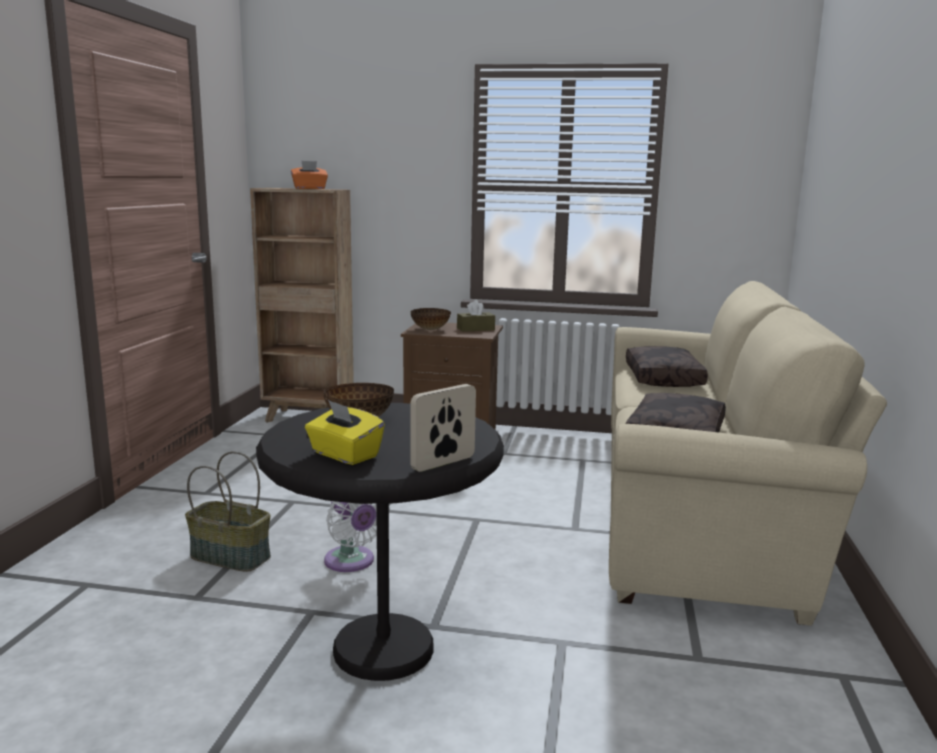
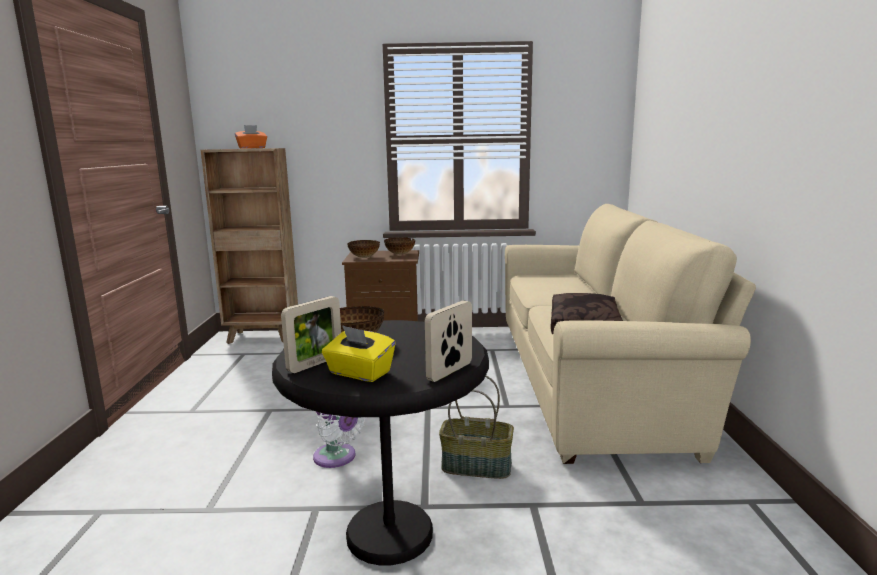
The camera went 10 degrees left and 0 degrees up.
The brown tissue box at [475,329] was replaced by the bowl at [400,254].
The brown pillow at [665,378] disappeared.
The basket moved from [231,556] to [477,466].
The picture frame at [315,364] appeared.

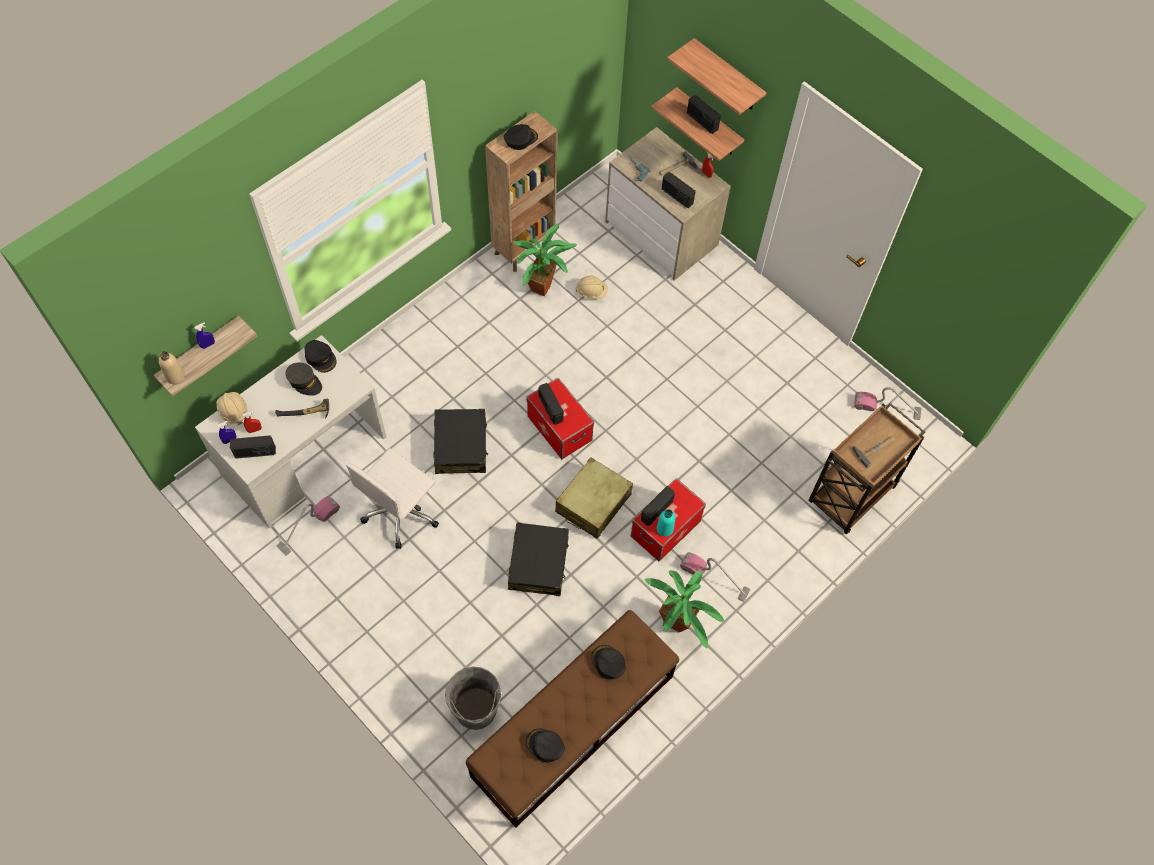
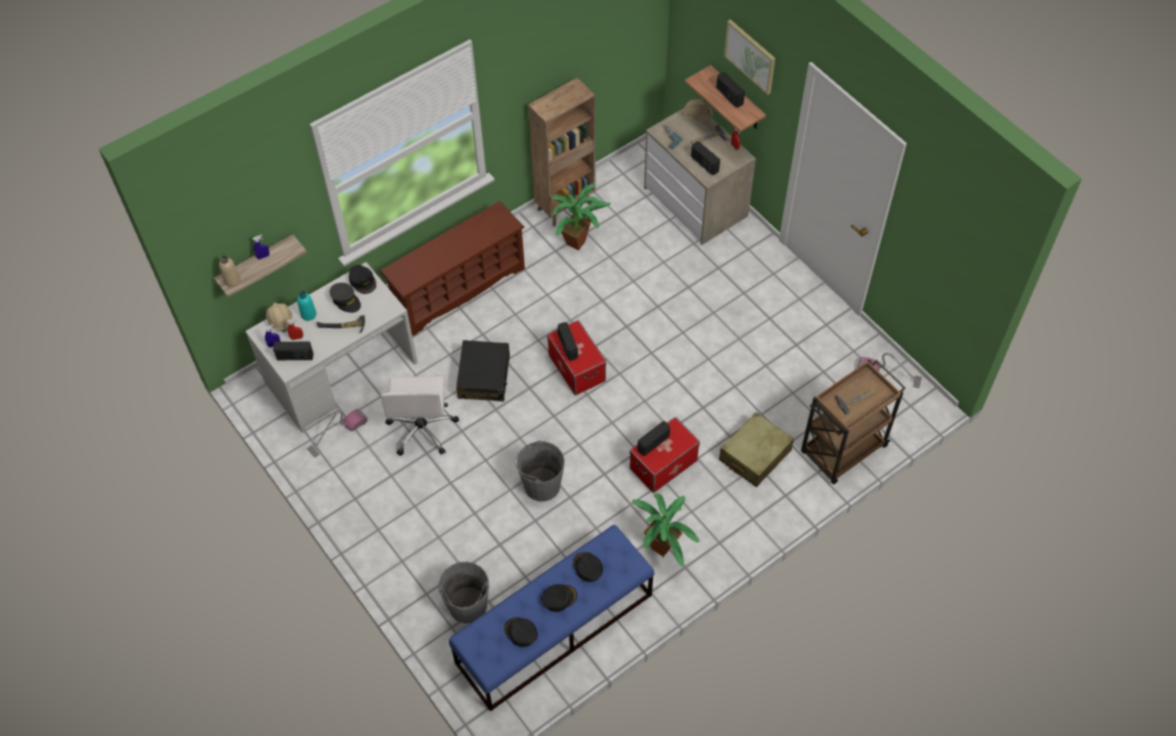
The camera went 10 degrees right and 5 degrees down.
The shelf at [727,76] was replaced by the picture at [750,56].
The black cap moved from [520,139] to [559,598].
The beige hard hat moved from [591,292] to [697,116].
The white office chair at [401,512] turned 45 degrees counterclockwise.
The beige suitcase moved from [593,503] to [754,455].
The turquoise bottle moved from [665,529] to [308,314].
The black suitcase at [538,563] was replaced by the grey bucket at [541,485].
The vacuum cleaner at [714,578] disappeared.
The brown bench at [572,726] became the blue bench at [554,629].
The brown shoe rack at [458,288] appeared.

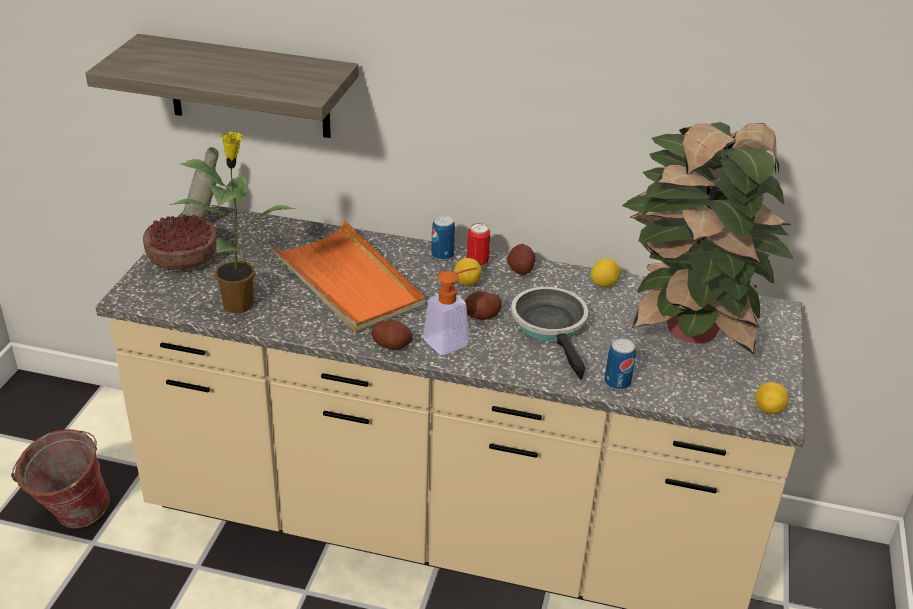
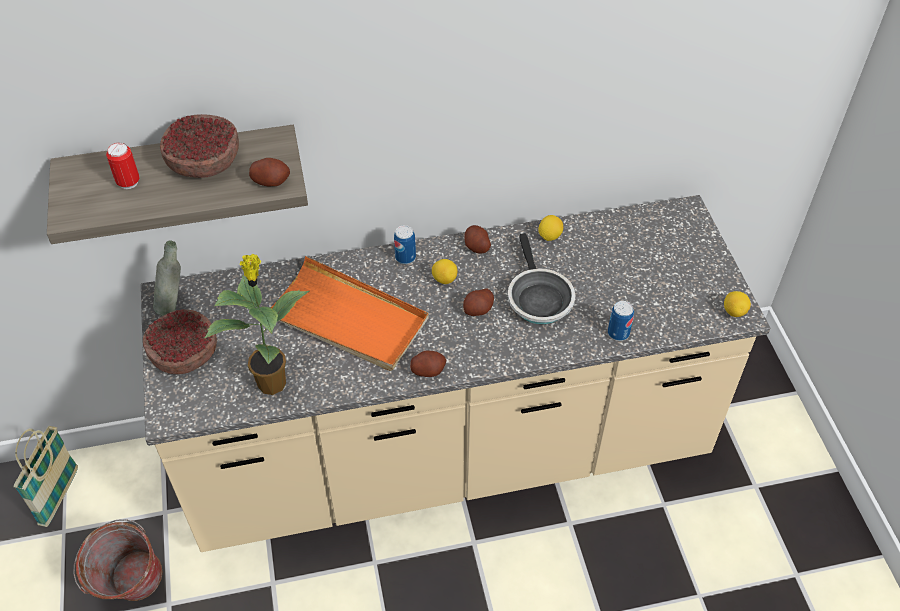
The camera went 25 degrees left and 15 degrees up.
The potted plant at [687,330] disappeared.
The can moved from [477,263] to [128,182].
The soap dispenser at [452,340] disappeared.
The frying pan at [551,327] turned 150 degrees counterclockwise.
The bowl at [204,162] appeared.
The potato at [271,181] appeared.
The basket at [59,496] appeared.

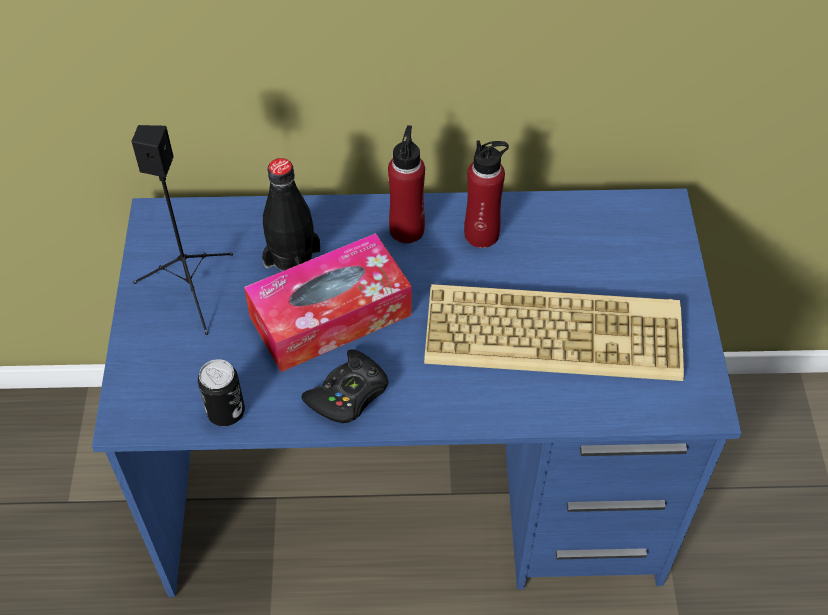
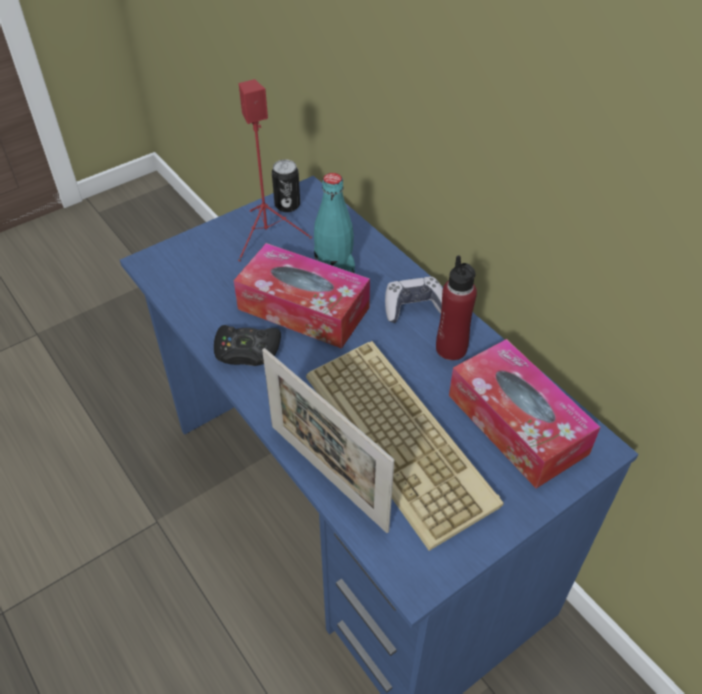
The camera went 55 degrees right and 5 degrees down.
The black speaker at [191,288] became the red speaker at [268,235].
The red bottle at [407,230] was replaced by the game controller at [414,307].
The black bottle at [292,258] became the turquoise bottle at [334,265].
The can moved from [226,412] to [287,205].
The tissue box at [517,424] appeared.
The picture frame at [327,476] appeared.

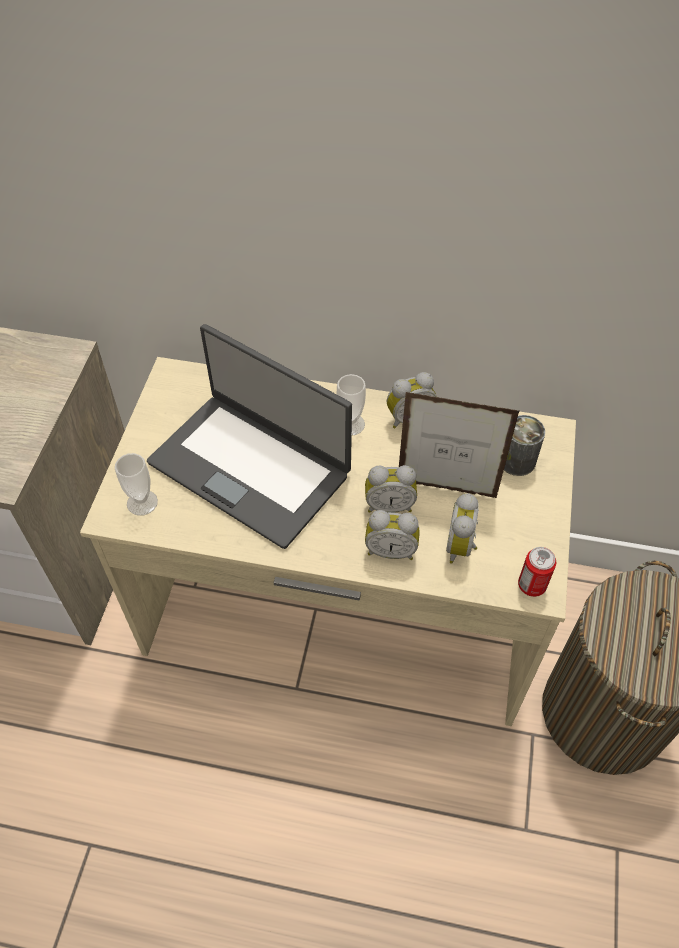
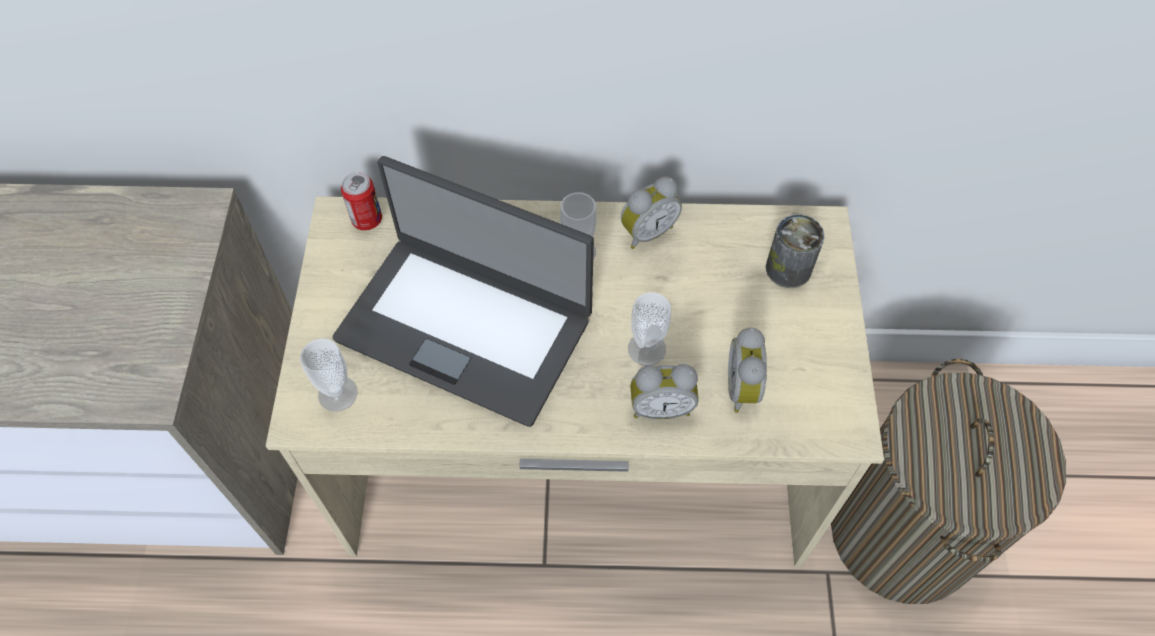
The camera went 10 degrees left and 5 degrees up.
The picture frame at [446,489] disappeared.
The alarm clock at [389,505] was replaced by the cup at [646,349].
The can moved from [531,585] to [367,220].

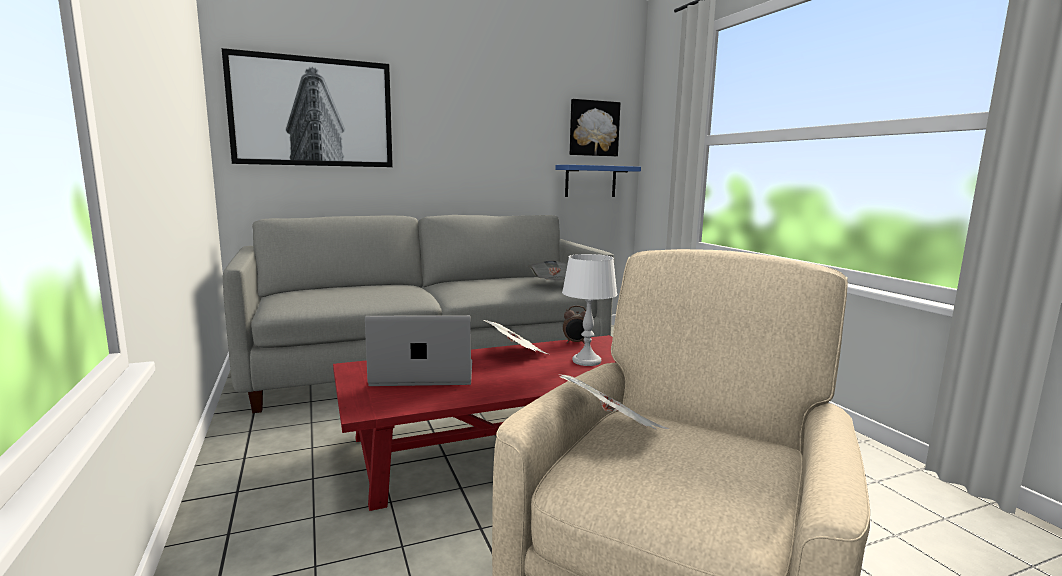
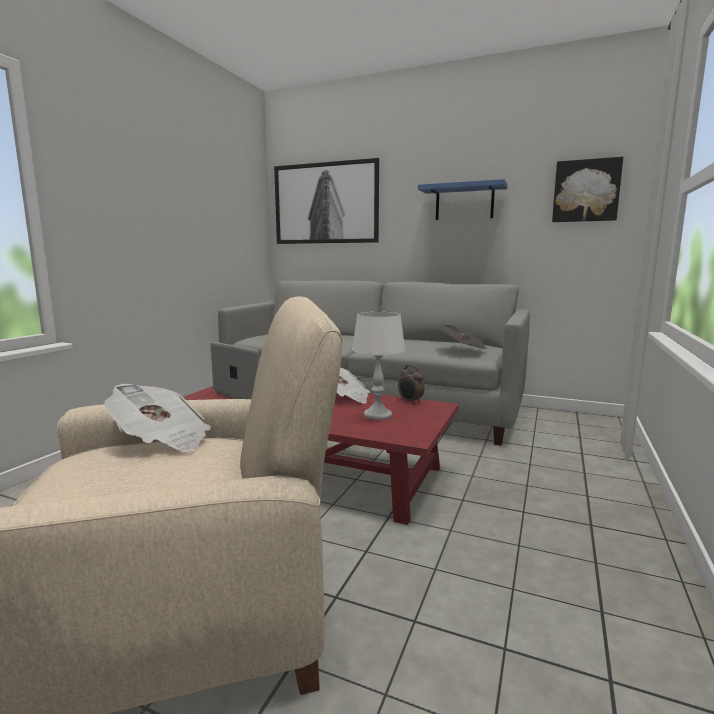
The camera went 45 degrees right and 0 degrees up.
The blue shelf moved from [590,181] to [464,202].

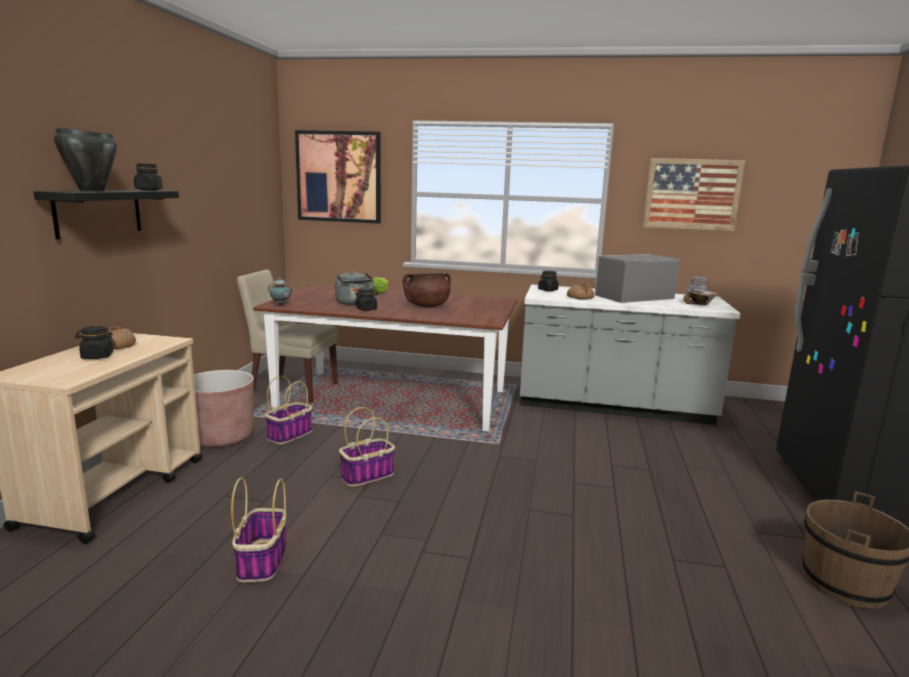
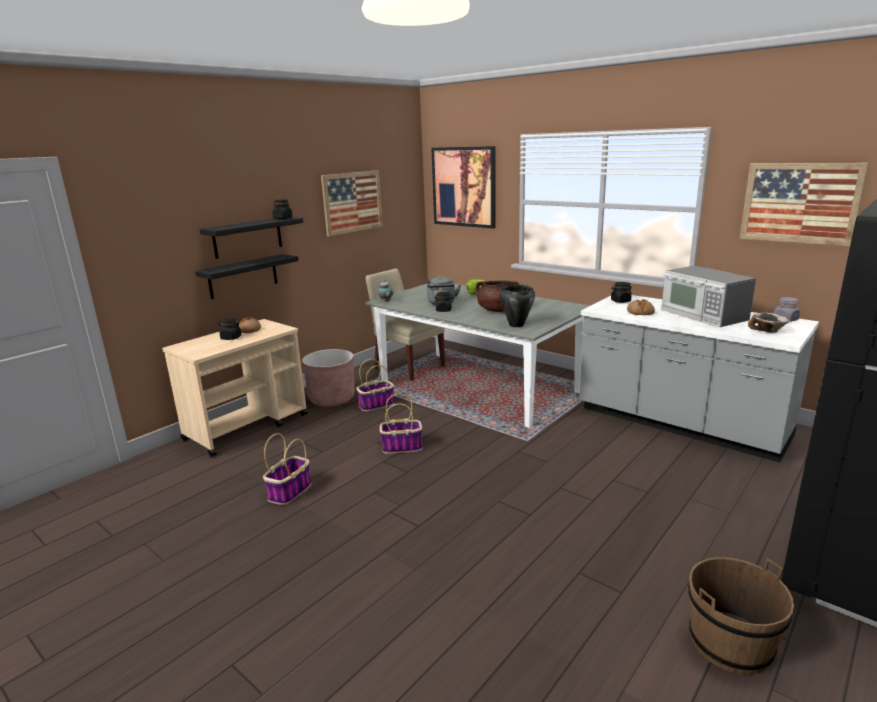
The camera went 30 degrees right and 5 degrees up.
The black cooking pot moved from [91,191] to [516,325].
The microwave at [632,296] turned 120 degrees counterclockwise.
The brown dining table at [392,399] became the grey dining table at [476,386].
The picture at [352,202] appeared.
The black shelf at [243,276] appeared.

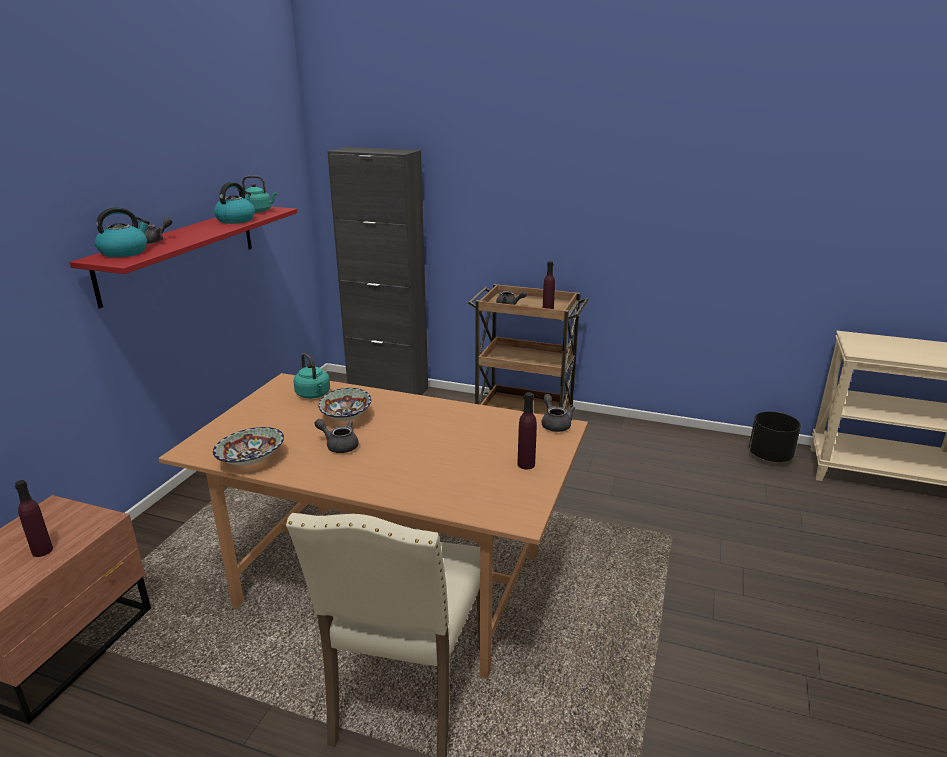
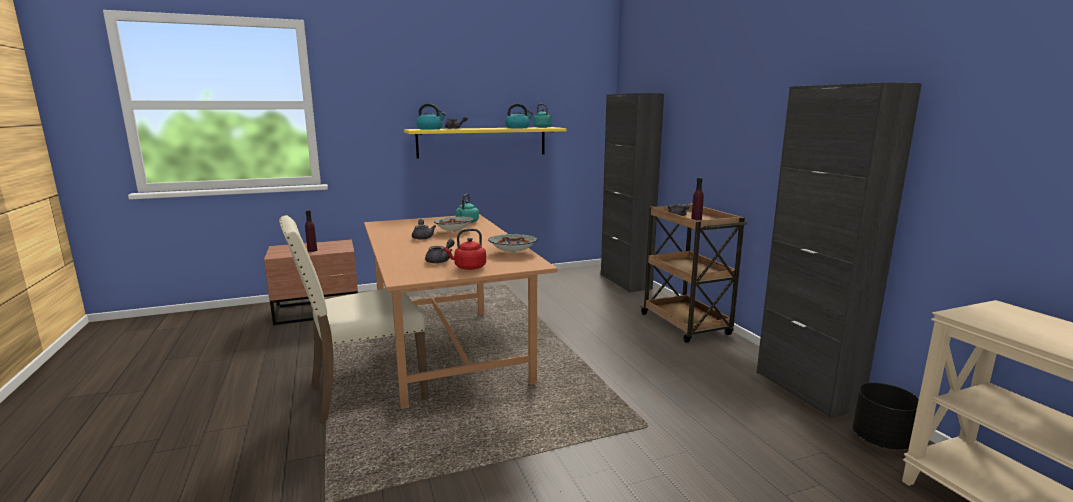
The camera went 50 degrees right and 10 degrees down.
The red shelf at [180,252] became the yellow shelf at [482,142].
The purple bottle at [526,464] was replaced by the red kettle at [468,267].
The grey teapot moved from [555,424] to [440,260].
The bowl moved from [251,460] to [513,252].
The black cabinet at [806,390] appeared.

